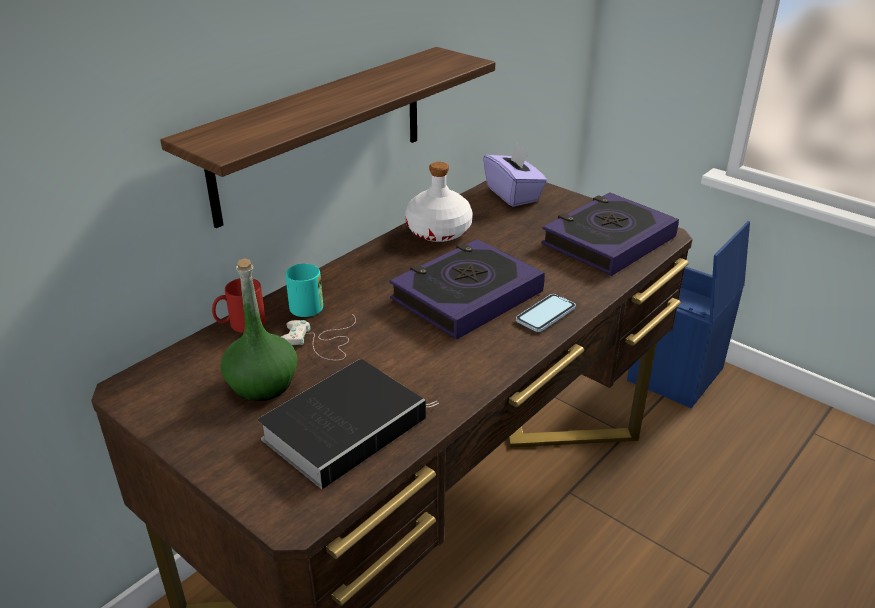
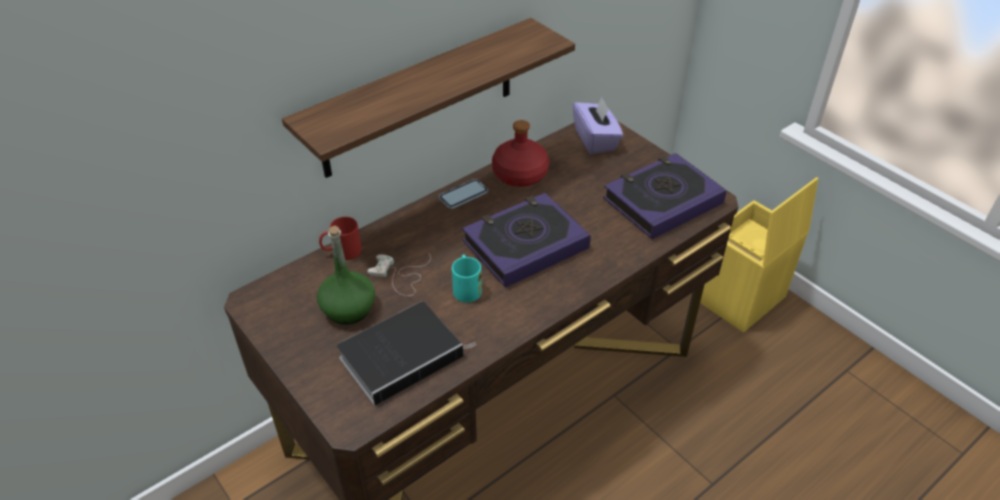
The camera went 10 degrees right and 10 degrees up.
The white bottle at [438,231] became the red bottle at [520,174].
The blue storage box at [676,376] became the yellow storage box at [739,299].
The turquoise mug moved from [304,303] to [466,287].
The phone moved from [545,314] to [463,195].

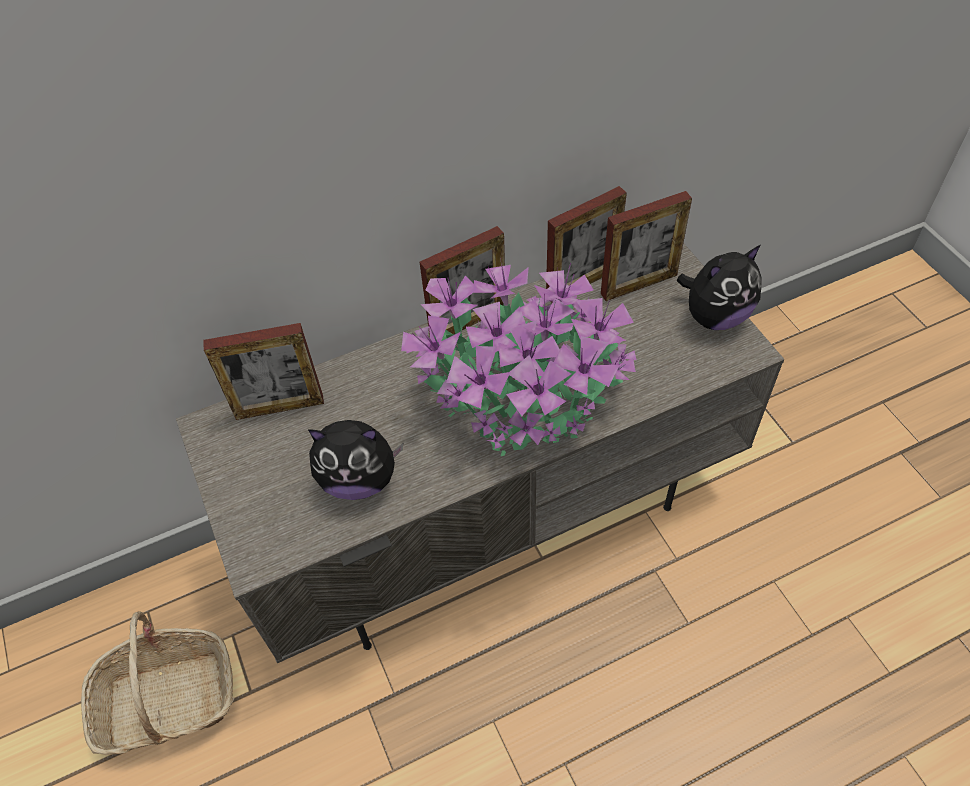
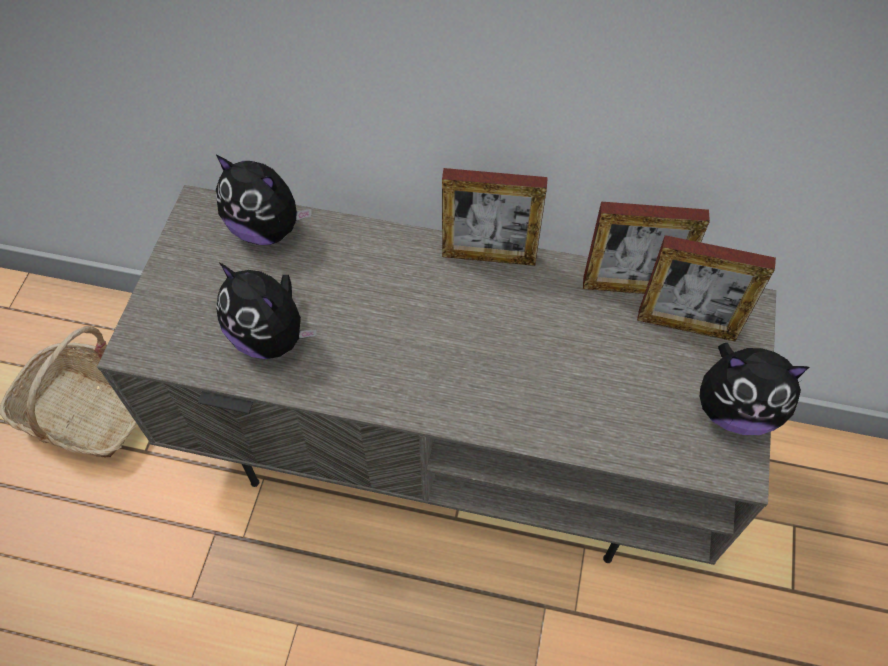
The camera went 35 degrees right and 5 degrees up.
The potted plant at [523,395] disappeared.
The picture frame at [279,407] was replaced by the plush toy at [267,228].

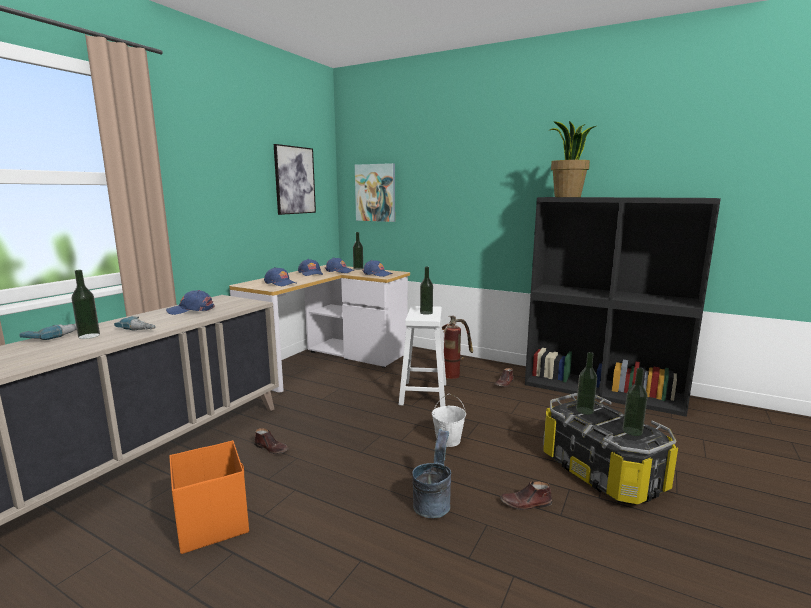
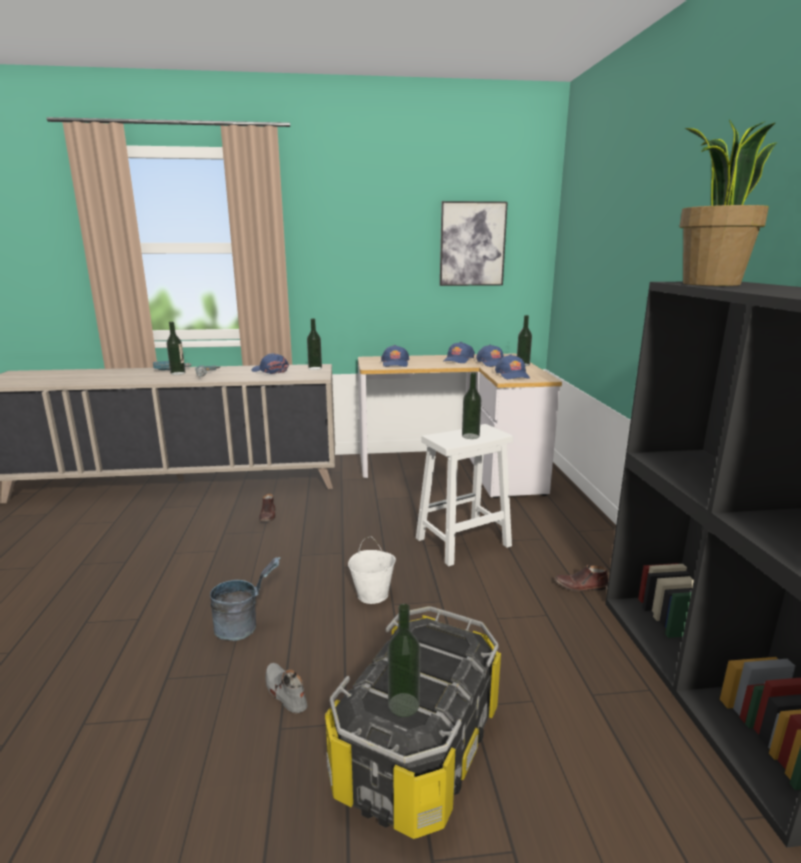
The camera went 55 degrees right and 5 degrees up.
The picture at [375,193] disappeared.
The fire extinguisher at [454,373] disappeared.
The bottle moved from [584,410] to [315,368].
The orange storage box at [212,522] disappeared.
The brown shoe at [526,503] became the grey shoe at [284,692].

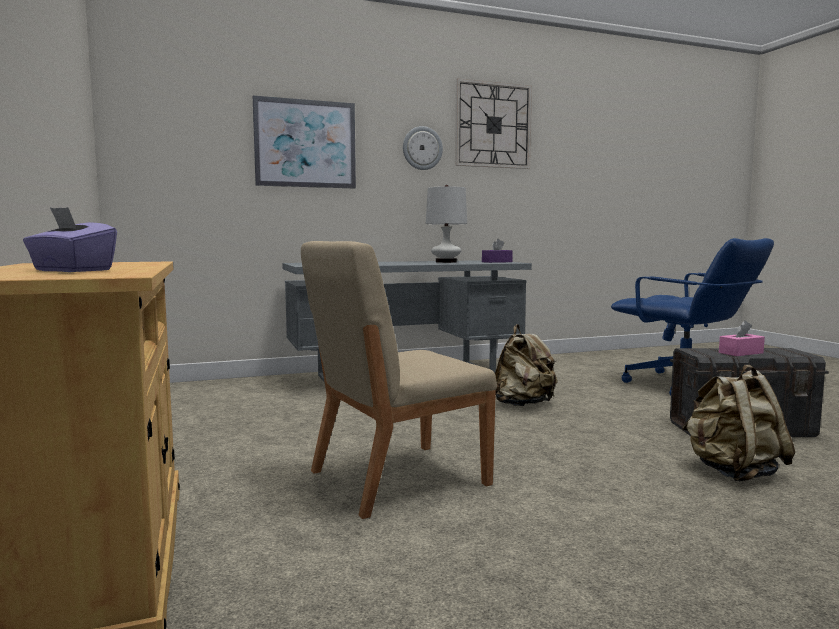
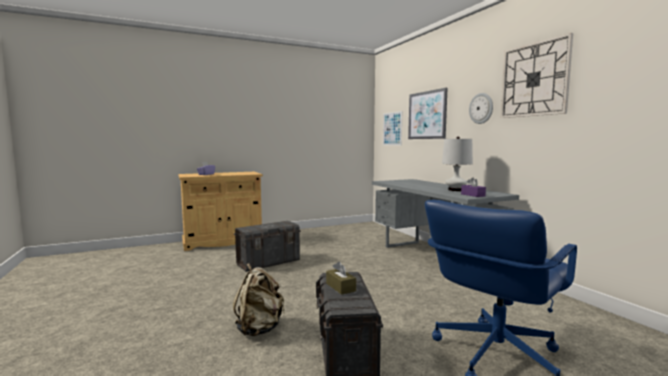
The camera went 85 degrees right and 0 degrees up.
The beige chair at [396,478] was replaced by the grey storage box at [268,262].
The pink tissue box at [741,353] became the brown tissue box at [340,287].
The beige backpack at [522,405] disappeared.
The picture at [392,128] appeared.

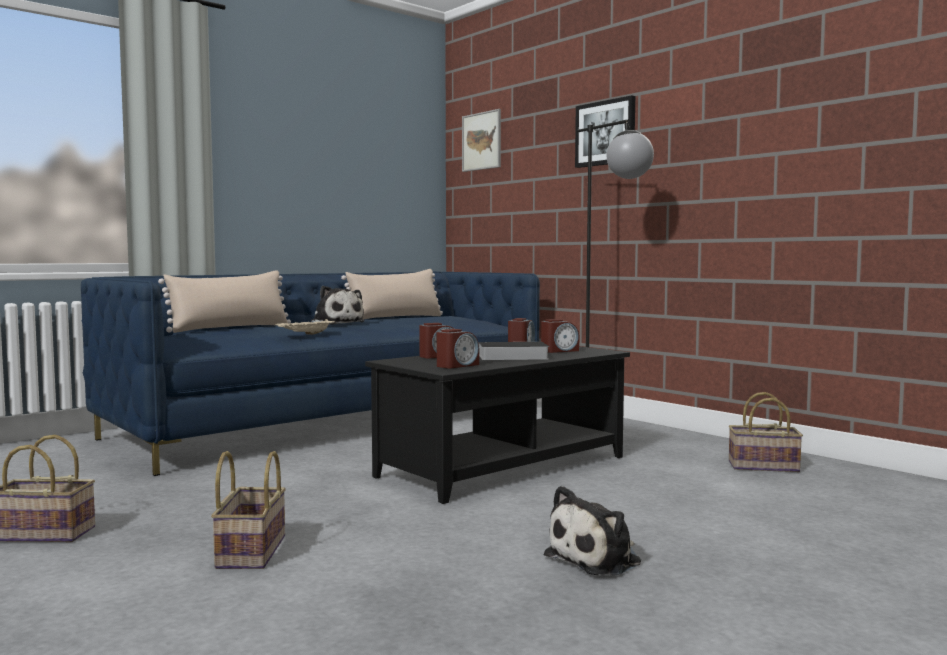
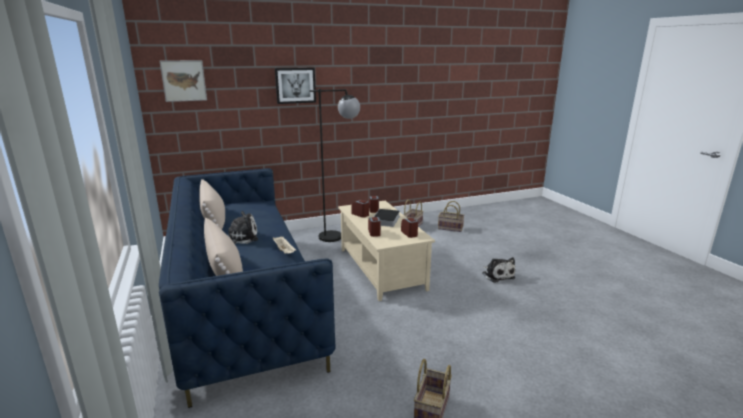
The camera went 70 degrees left and 15 degrees up.
The black coffee table at [502,466] became the beige coffee table at [380,268].
The basket moved from [250,551] to [449,228].

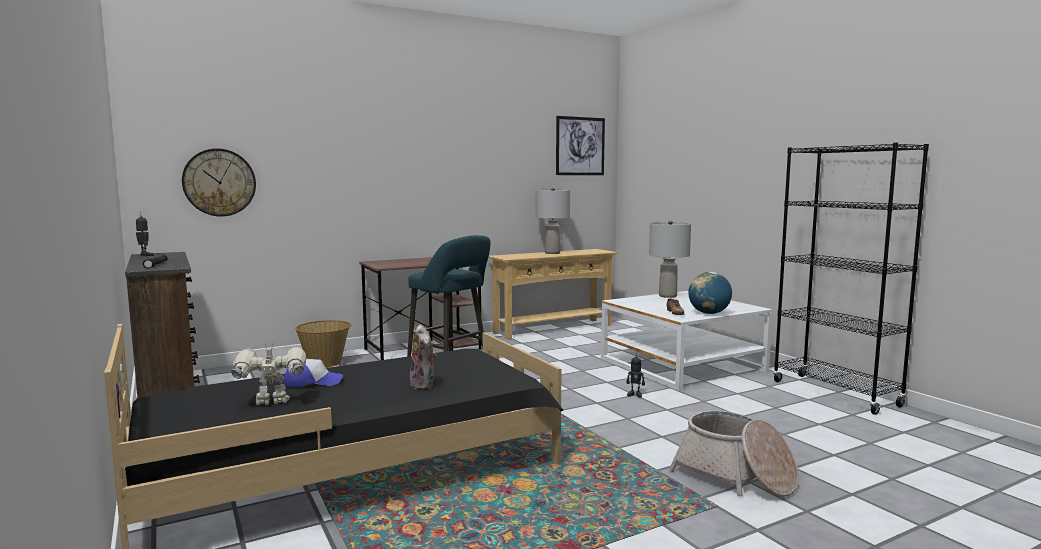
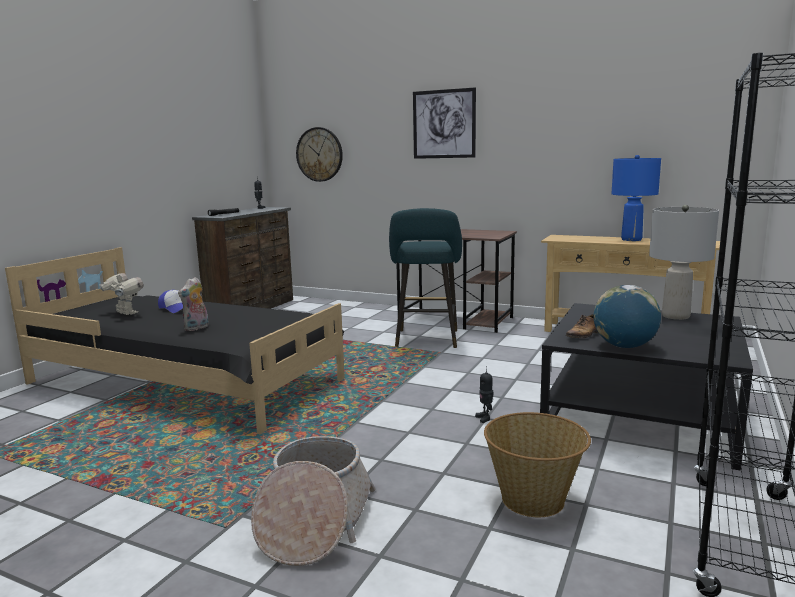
The camera went 55 degrees right and 5 degrees up.
The picture moved from [580,146] to [444,124].
The grey table lamp at [552,253] became the blue table lamp at [631,239].
The white coffee table at [681,365] became the black coffee table at [640,414].
The basket moved from [325,363] to [534,500].

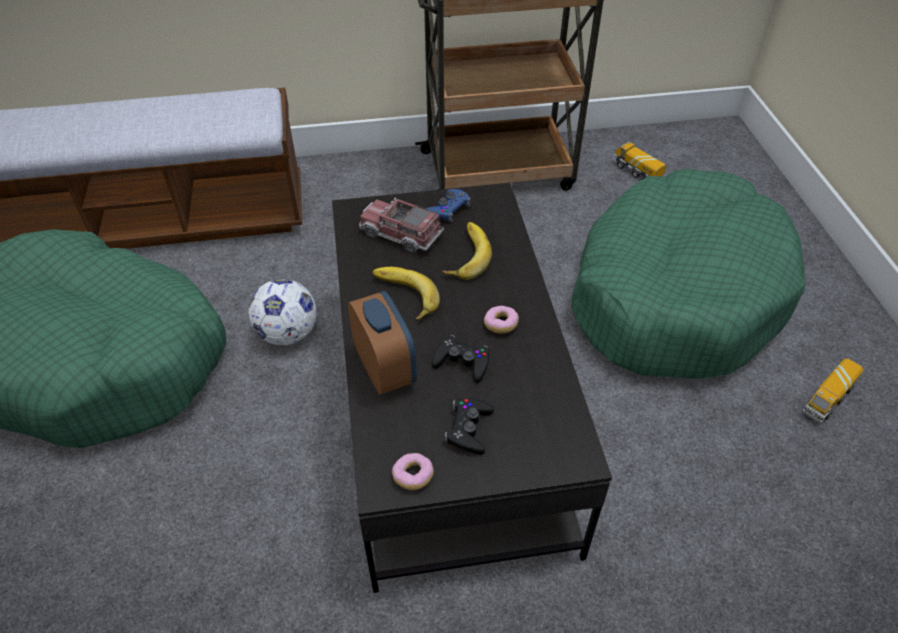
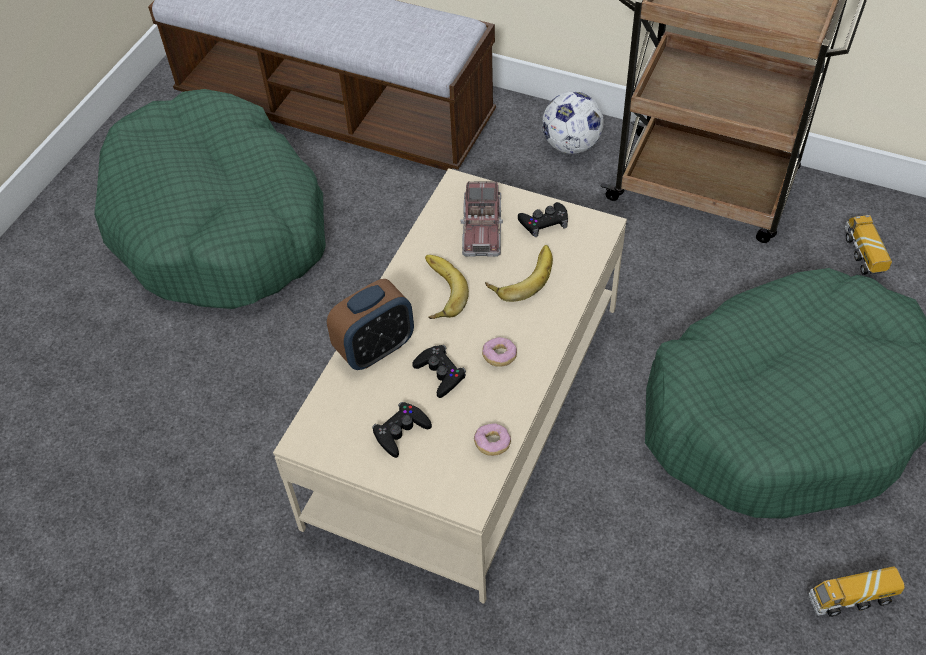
The camera went 35 degrees right and 5 degrees up.
The black coffee table at [448,409] became the beige coffee table at [467,412].
The blue game controller at [448,209] became the black game controller at [544,222].
The toy truck at [401,234] turned 150 degrees counterclockwise.
The football moved from [287,334] to [571,145].
The alarm clock at [385,369] turned 45 degrees clockwise.
The donut moved from [413,476] to [492,444].

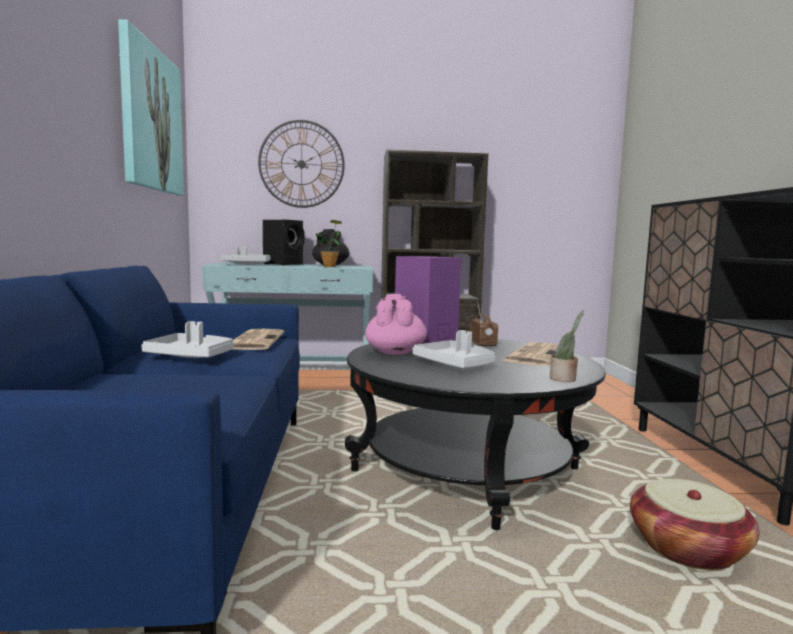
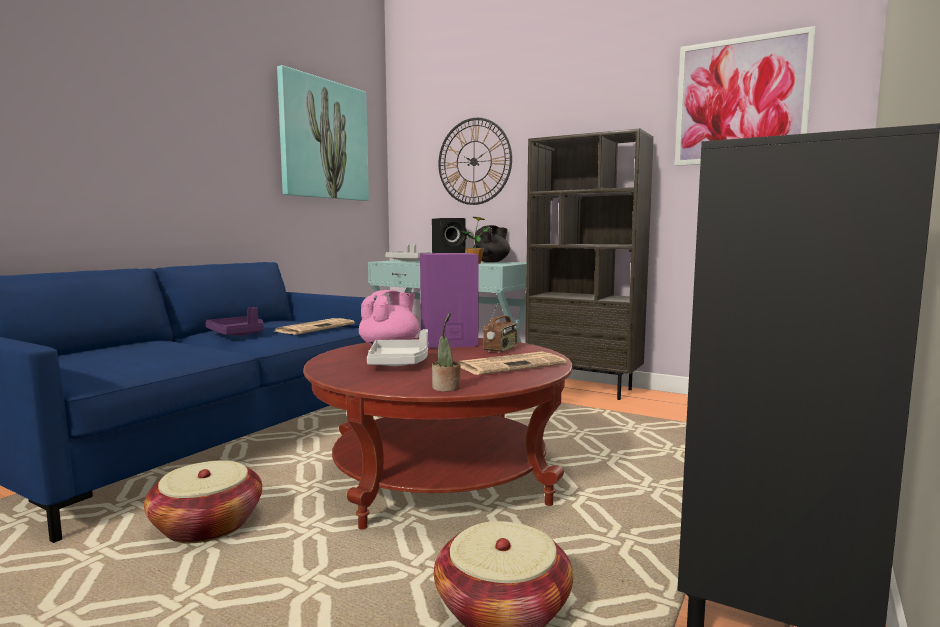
The camera went 35 degrees right and 0 degrees up.
The white tray at [191,356] became the purple tray at [238,334].
The black coffee table at [466,470] became the red coffee table at [440,478].
The picture at [740,101] appeared.
The basket at [207,525] appeared.

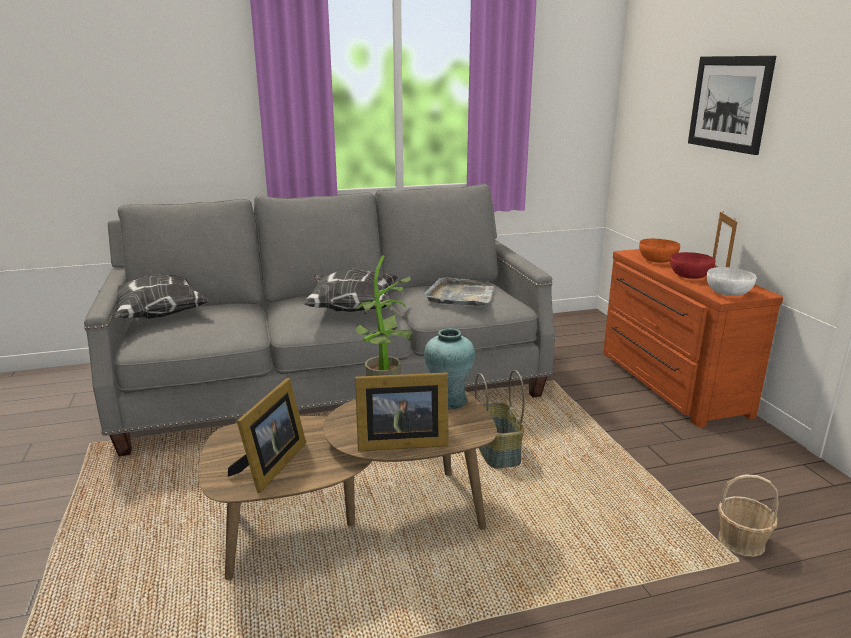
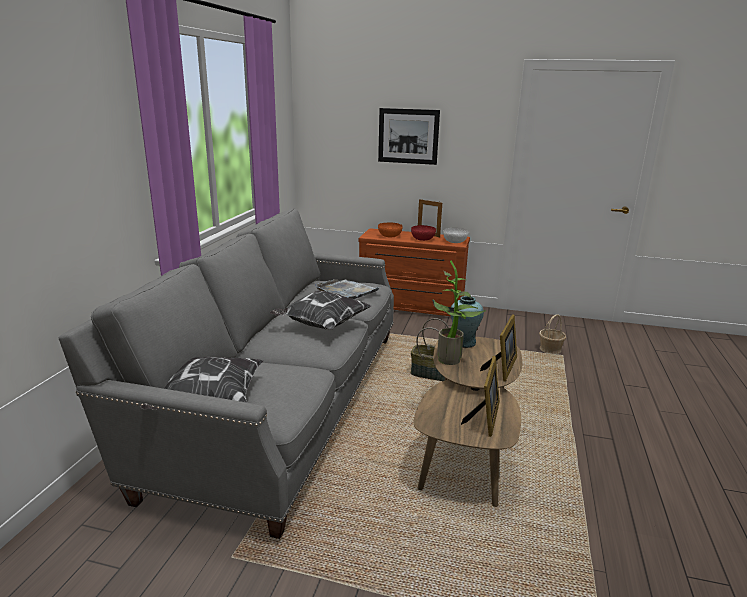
The camera went 60 degrees left and 0 degrees up.
The picture frame at [270,466] turned 60 degrees clockwise.

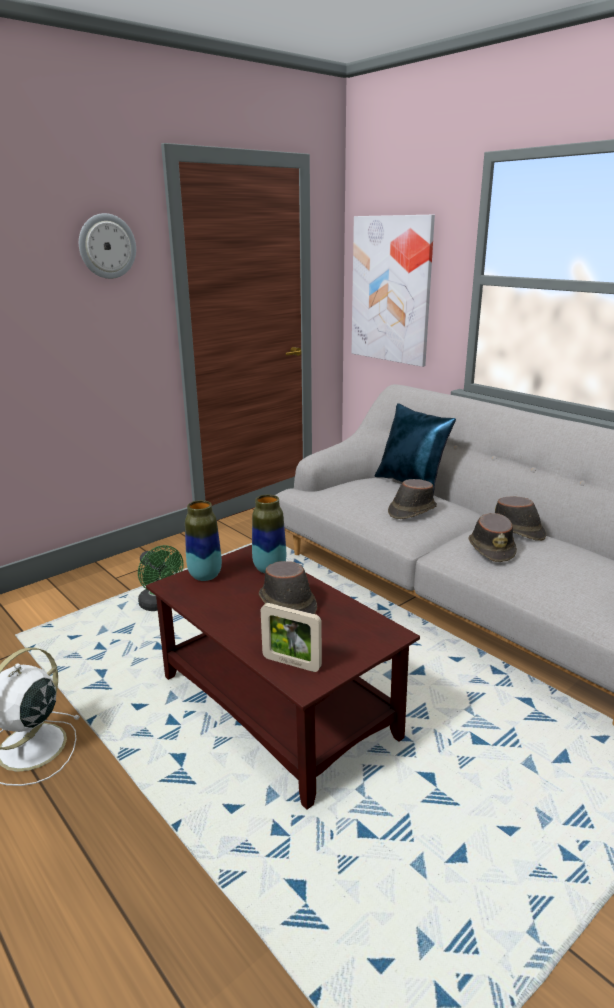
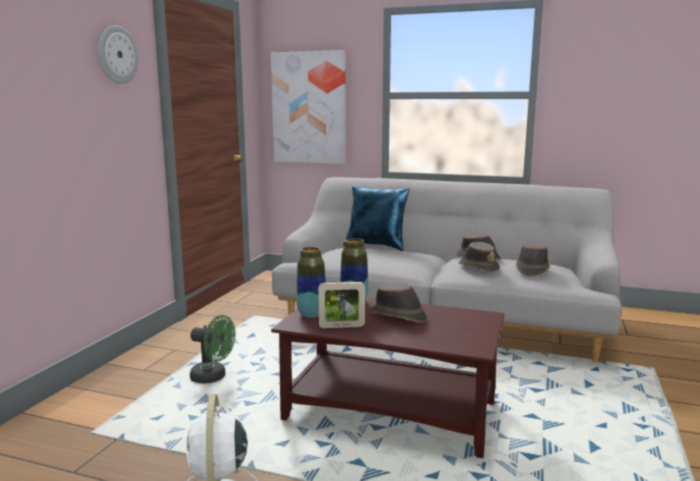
The camera went 30 degrees left and 10 degrees down.
The brown hat moved from [411,510] to [531,270].
The picture frame moved from [291,663] to [341,326].

